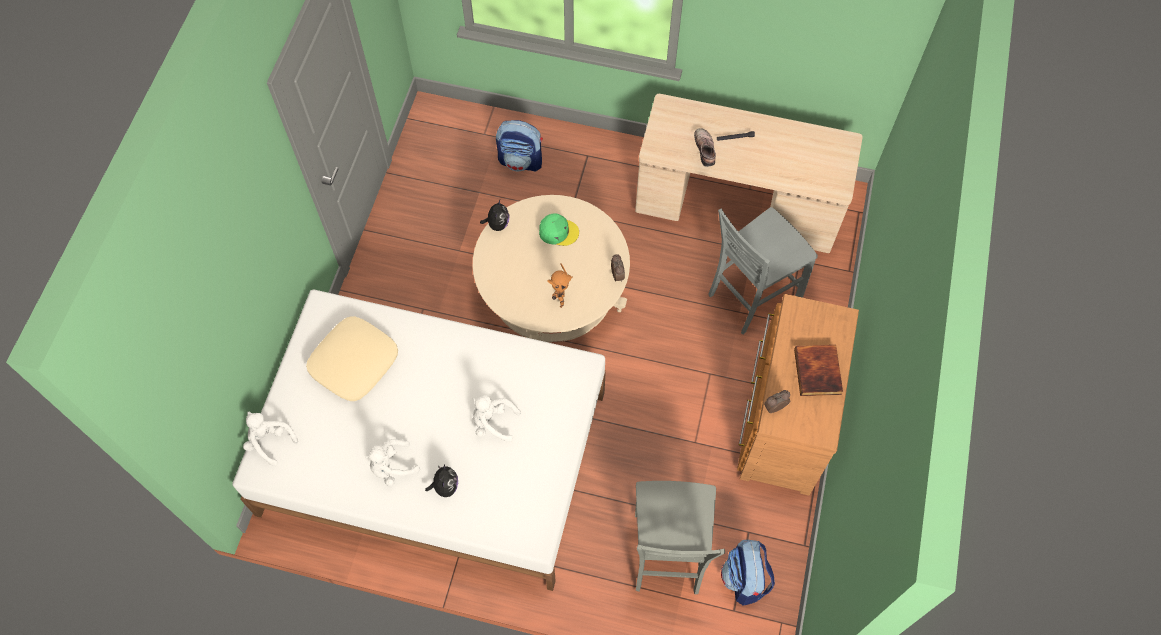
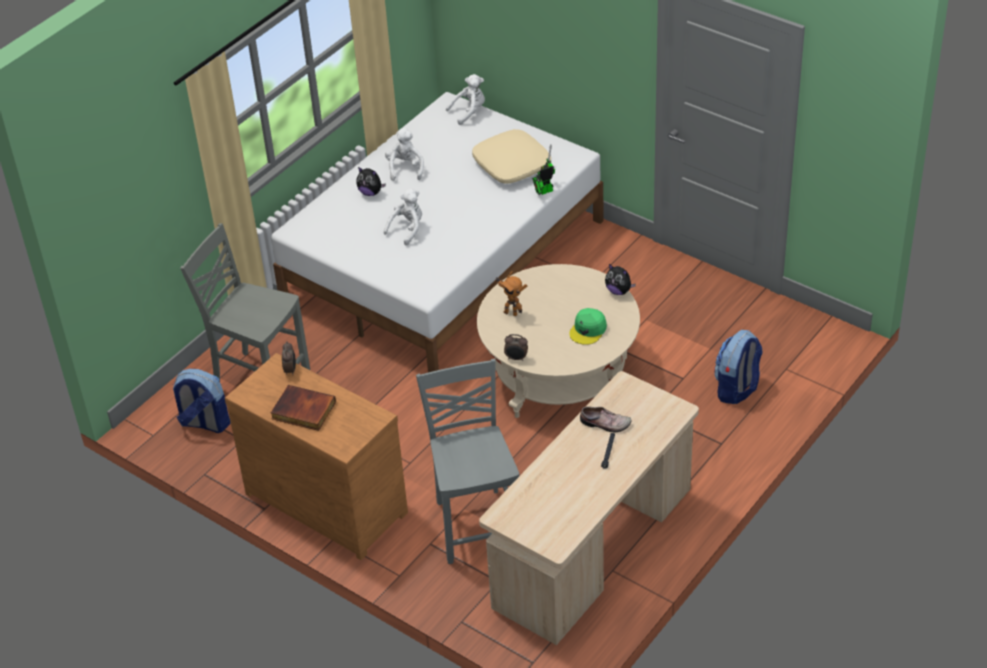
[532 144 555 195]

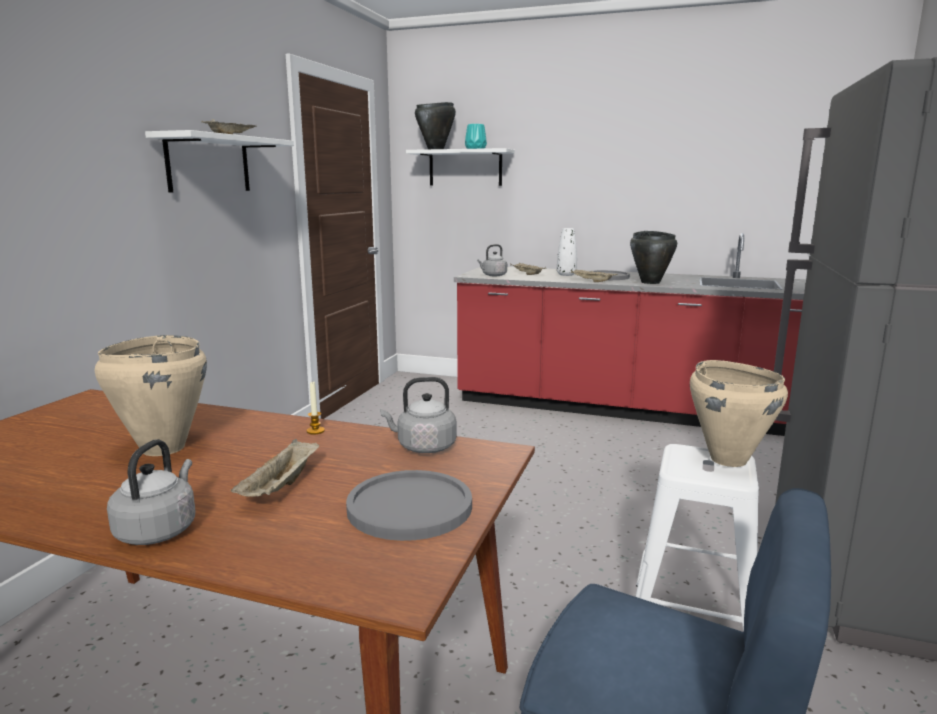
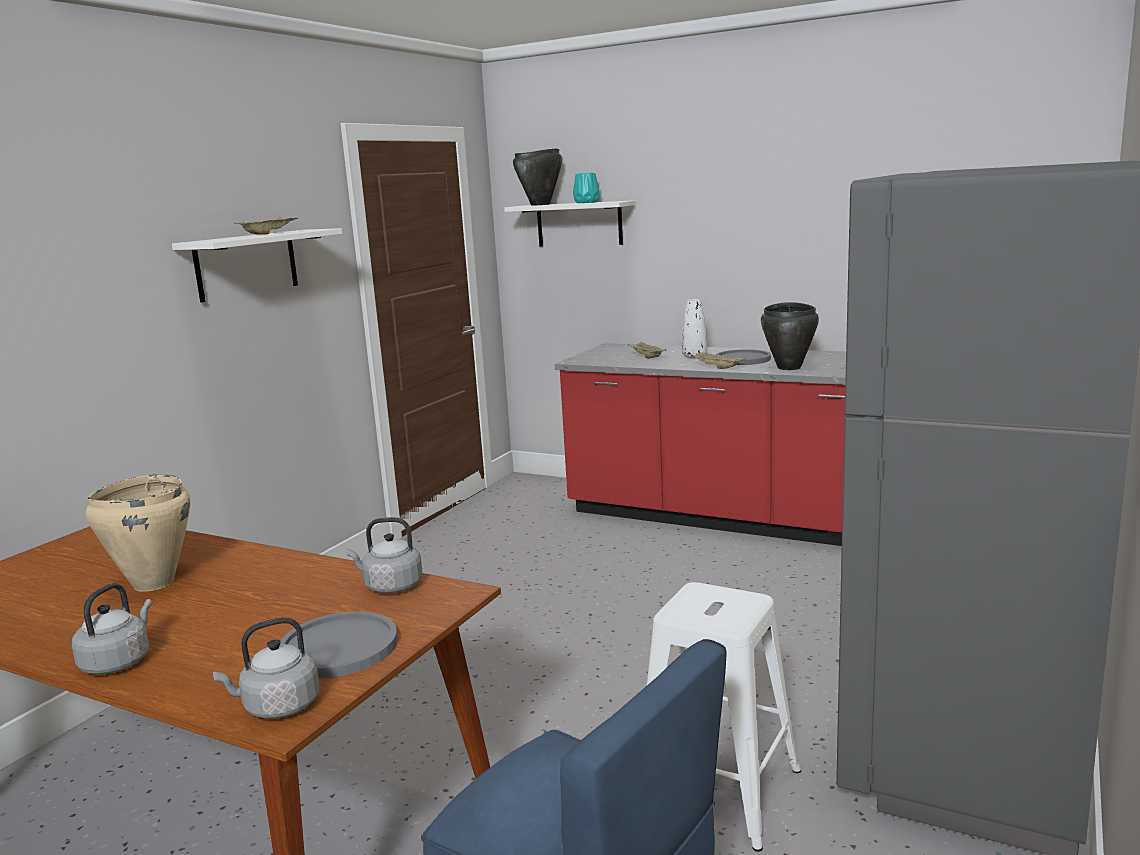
[231 439 319 497] (first image)
[307 381 325 434] (first image)
[690 360 788 467] (first image)
[213 617 320 719]

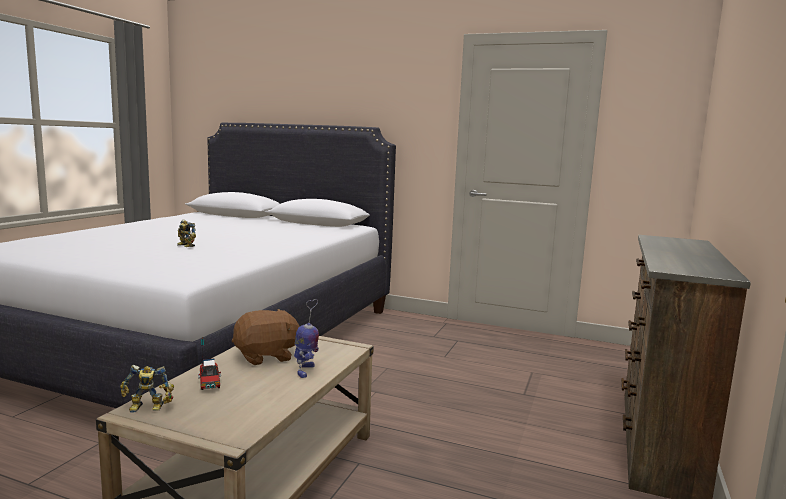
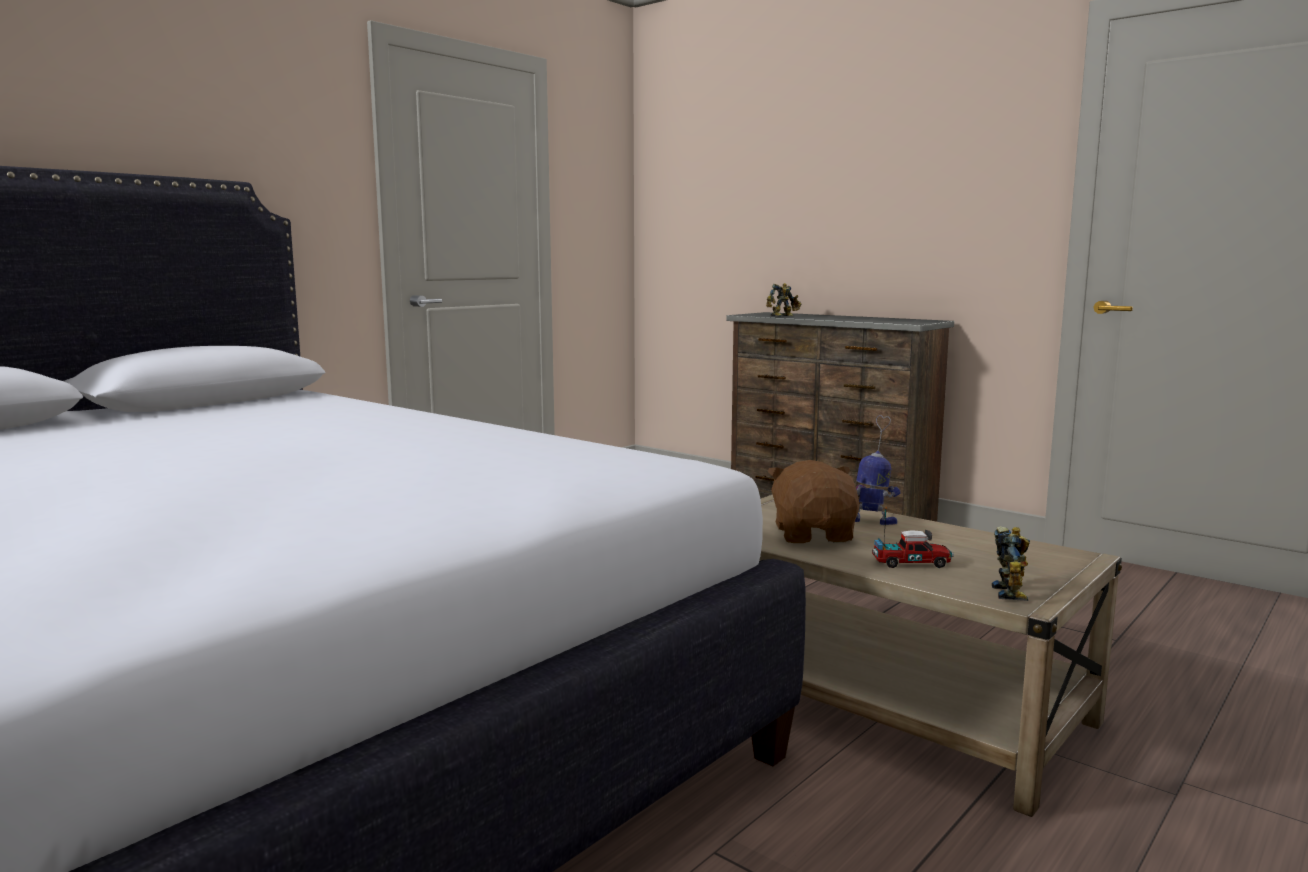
[766 283 801 317]

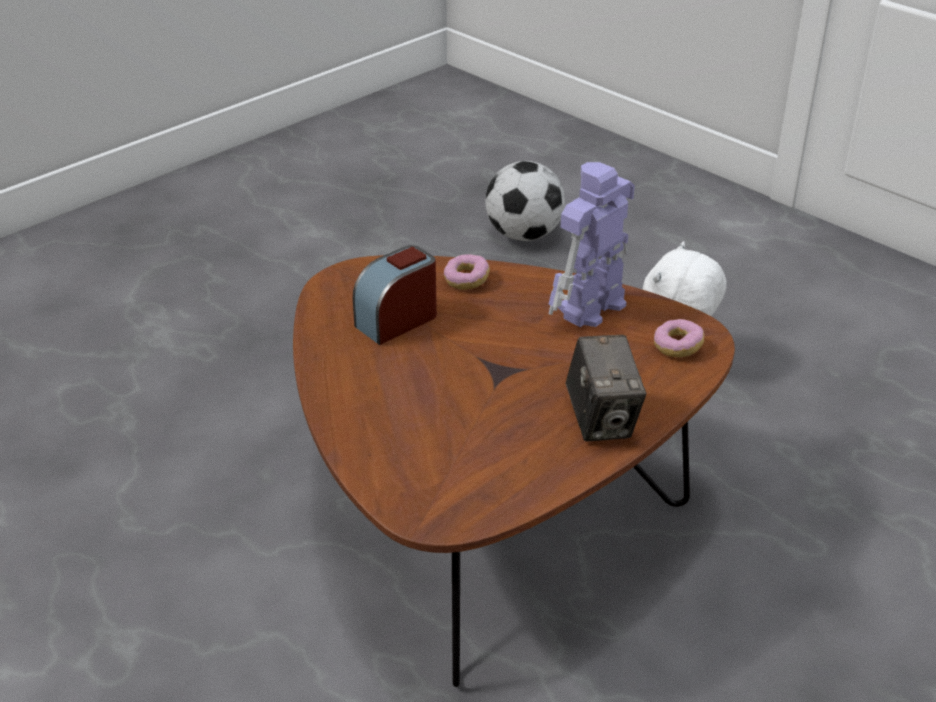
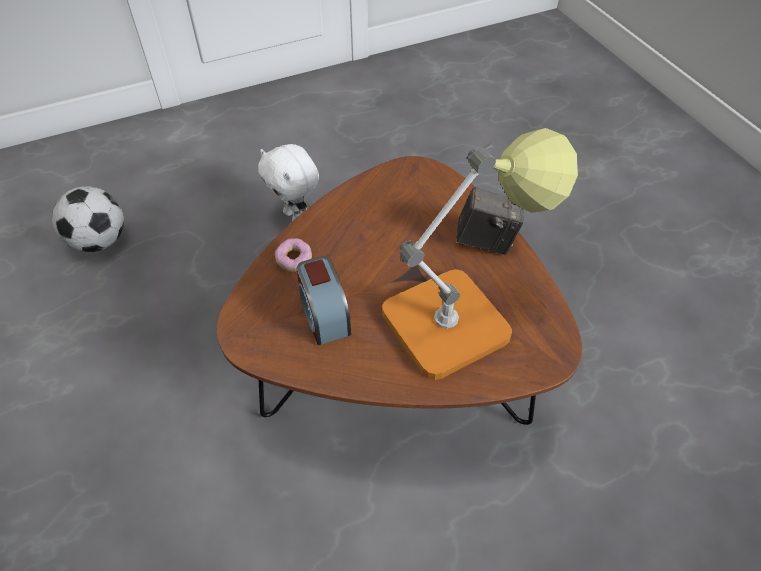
[548 162 635 327] (first image)
[654 319 704 357] (first image)
[382 128 578 380]

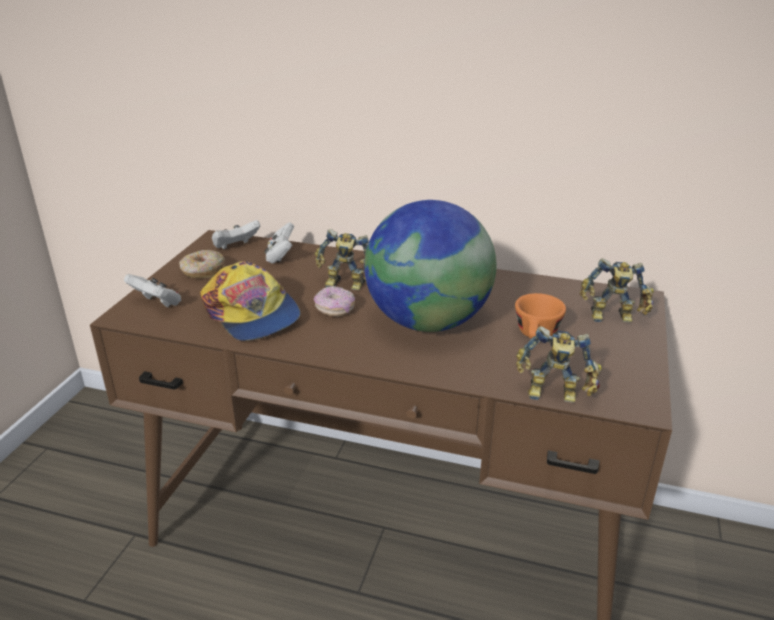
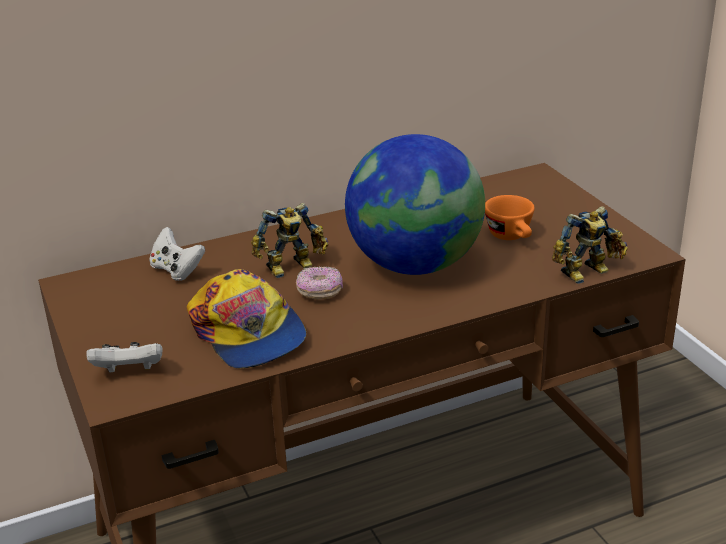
[179 250 225 278] (first image)
[212 220 260 250] (first image)
[580 258 654 322] (first image)
[187 269 306 368]

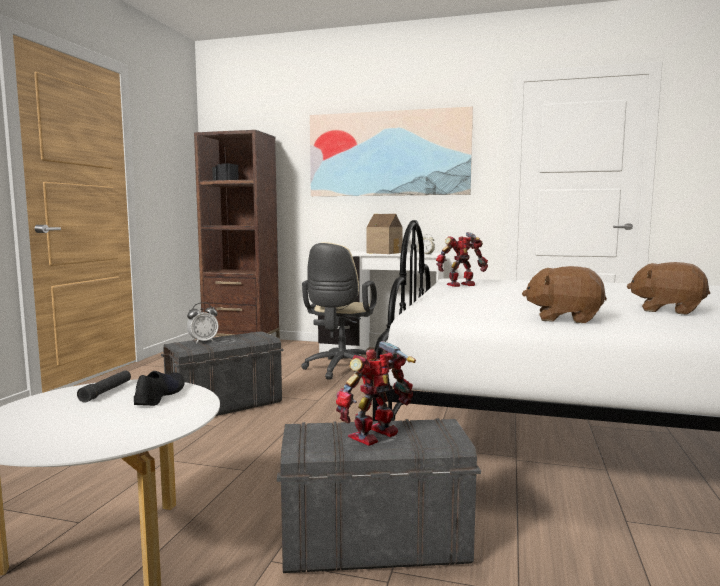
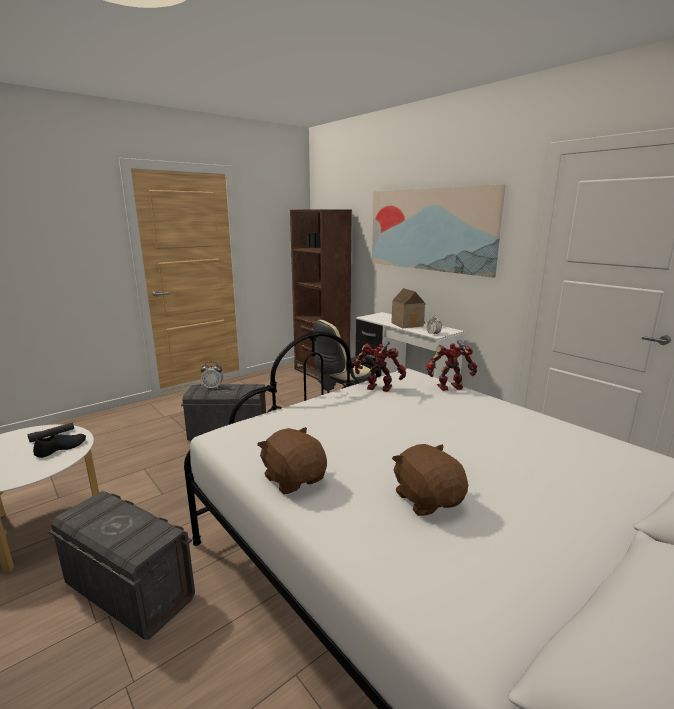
[426 340 477 391]

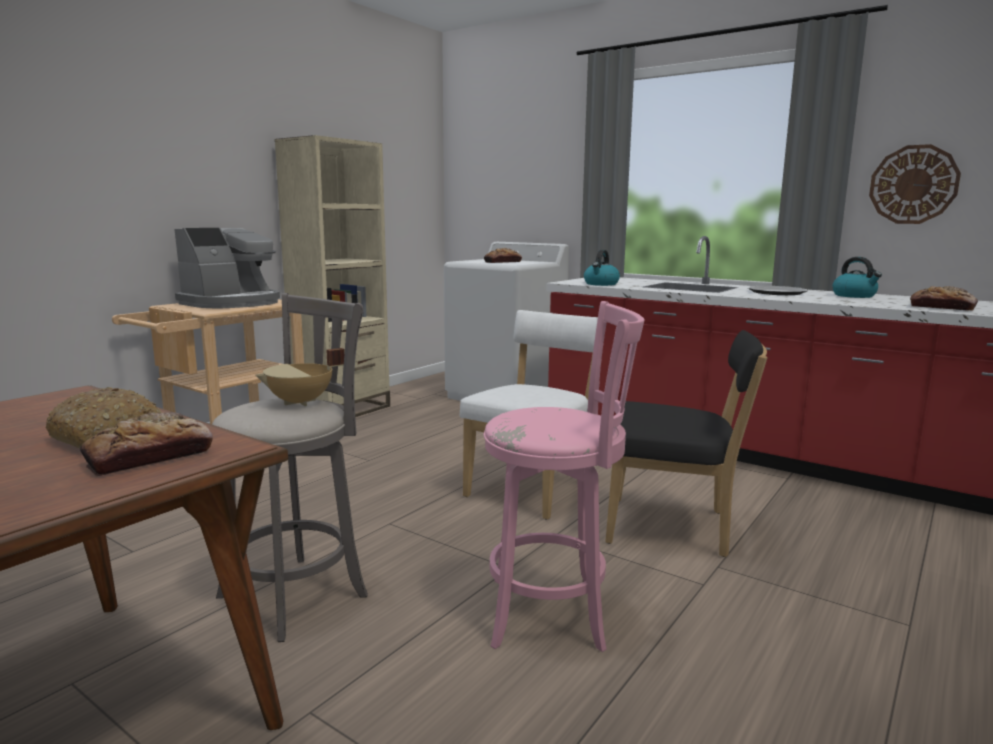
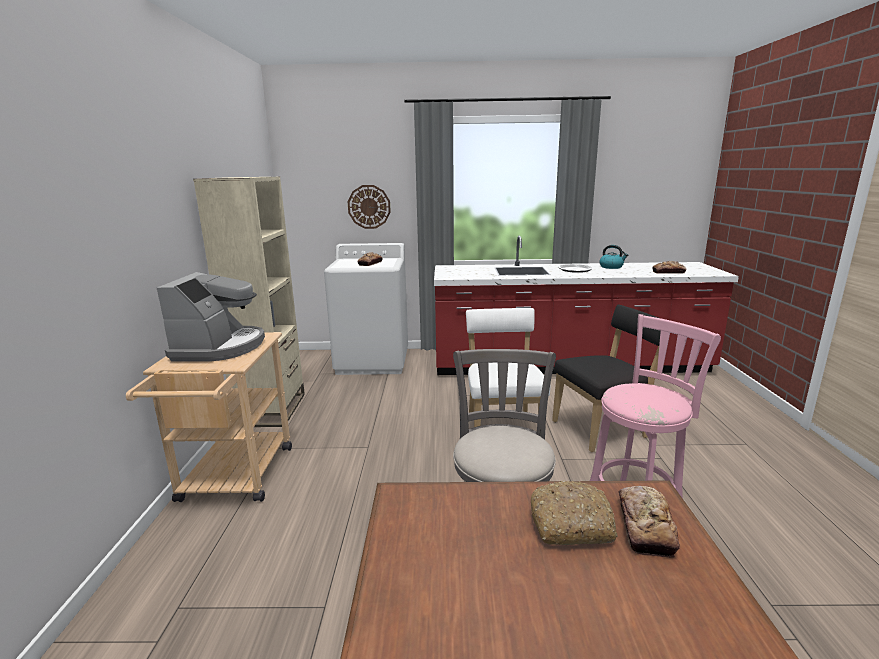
[255 348 344 406] (first image)
[584 250 620 286] (first image)
[348 185 391 229]

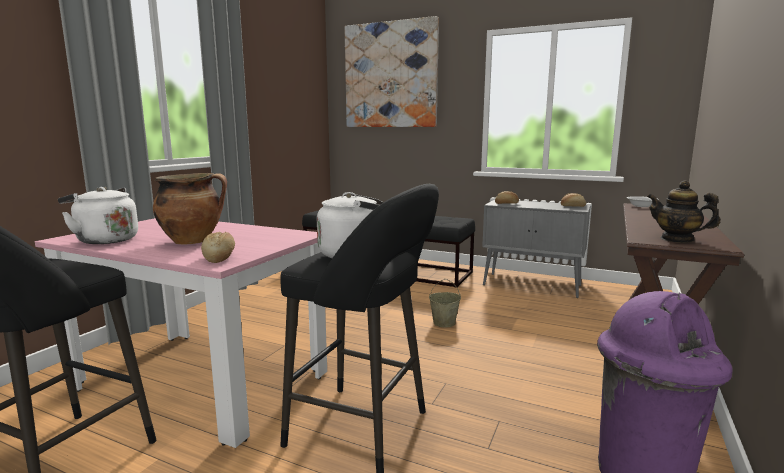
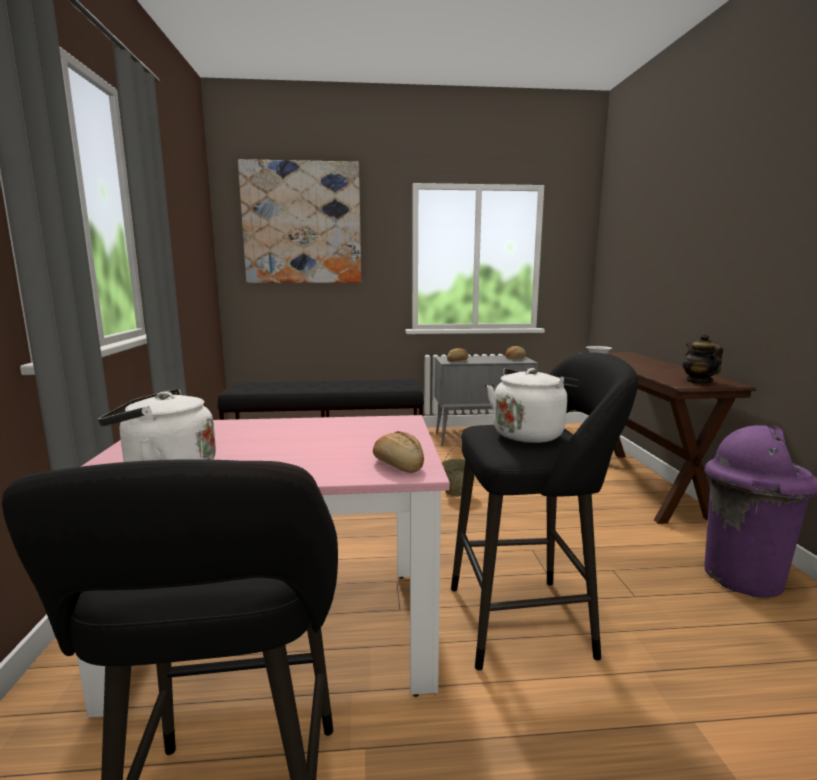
[153 173 227 244] (first image)
[682 334 723 384]

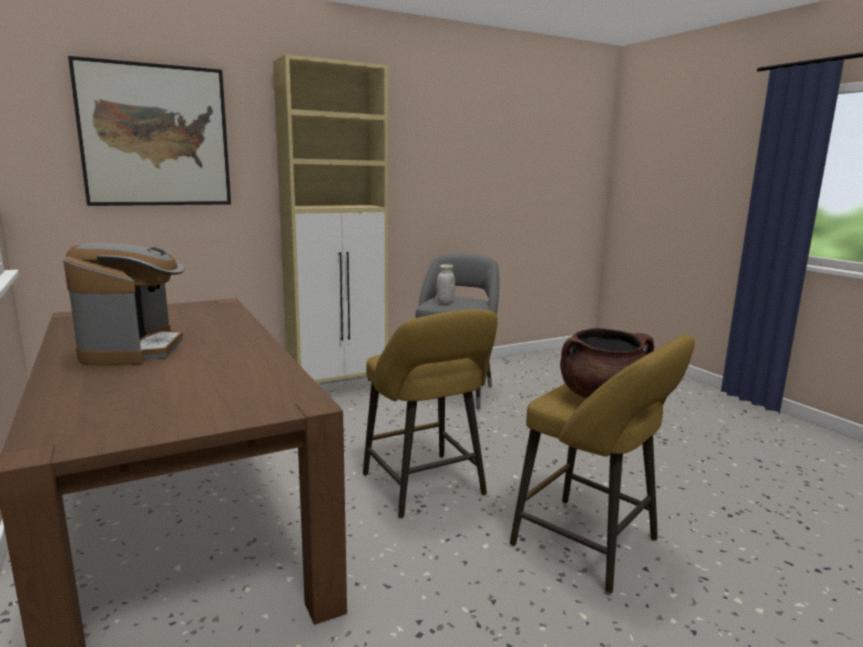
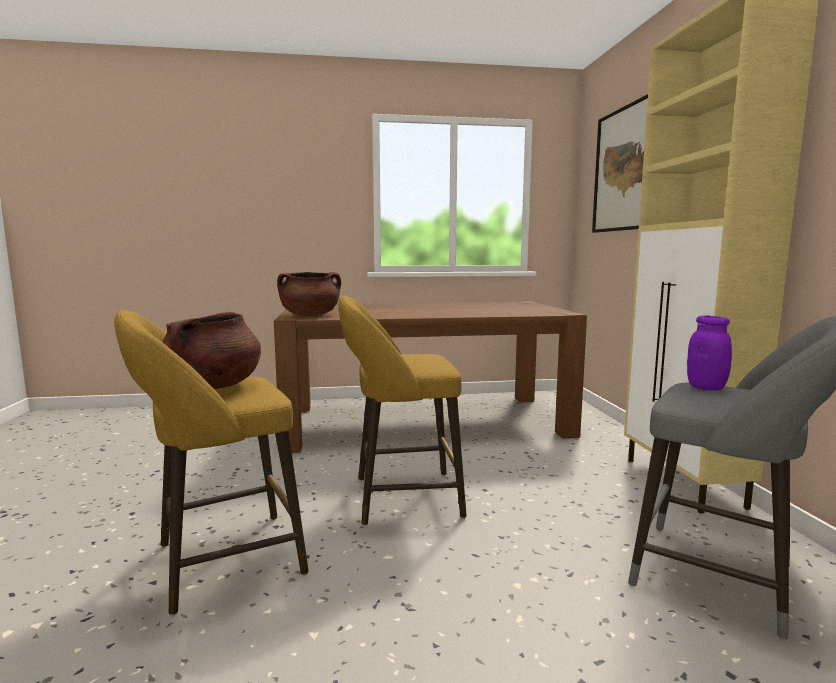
[63 243 184 365] (first image)
[277 272 341 316]
[687 315 732 390]

